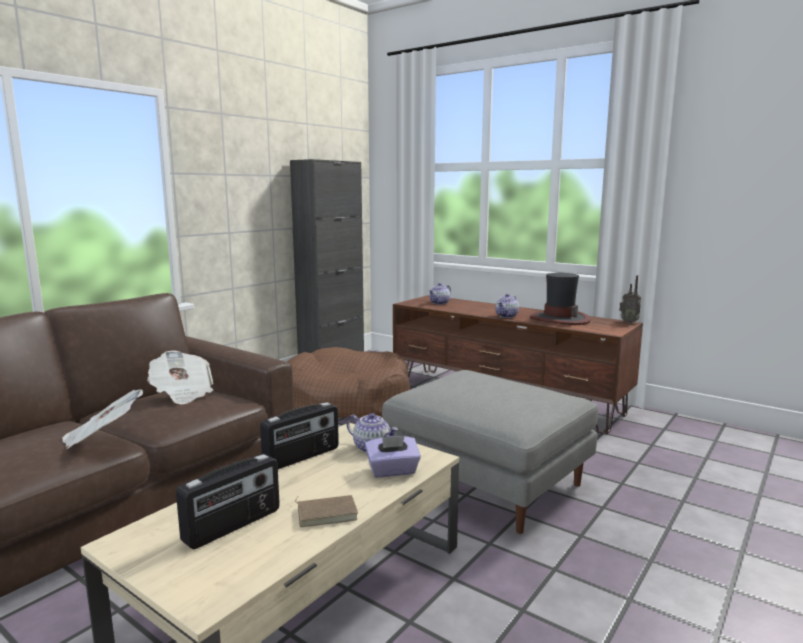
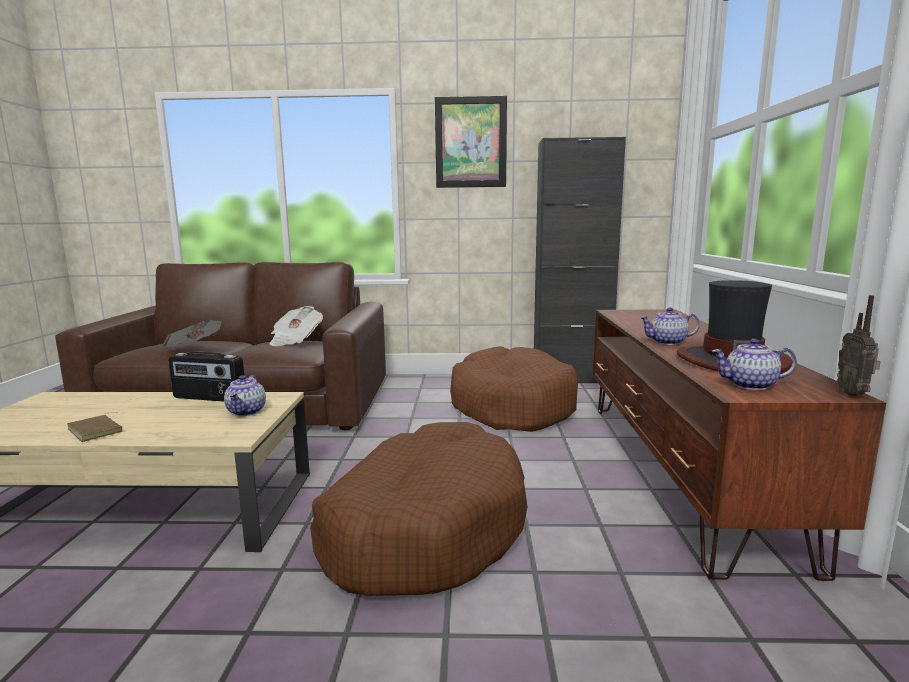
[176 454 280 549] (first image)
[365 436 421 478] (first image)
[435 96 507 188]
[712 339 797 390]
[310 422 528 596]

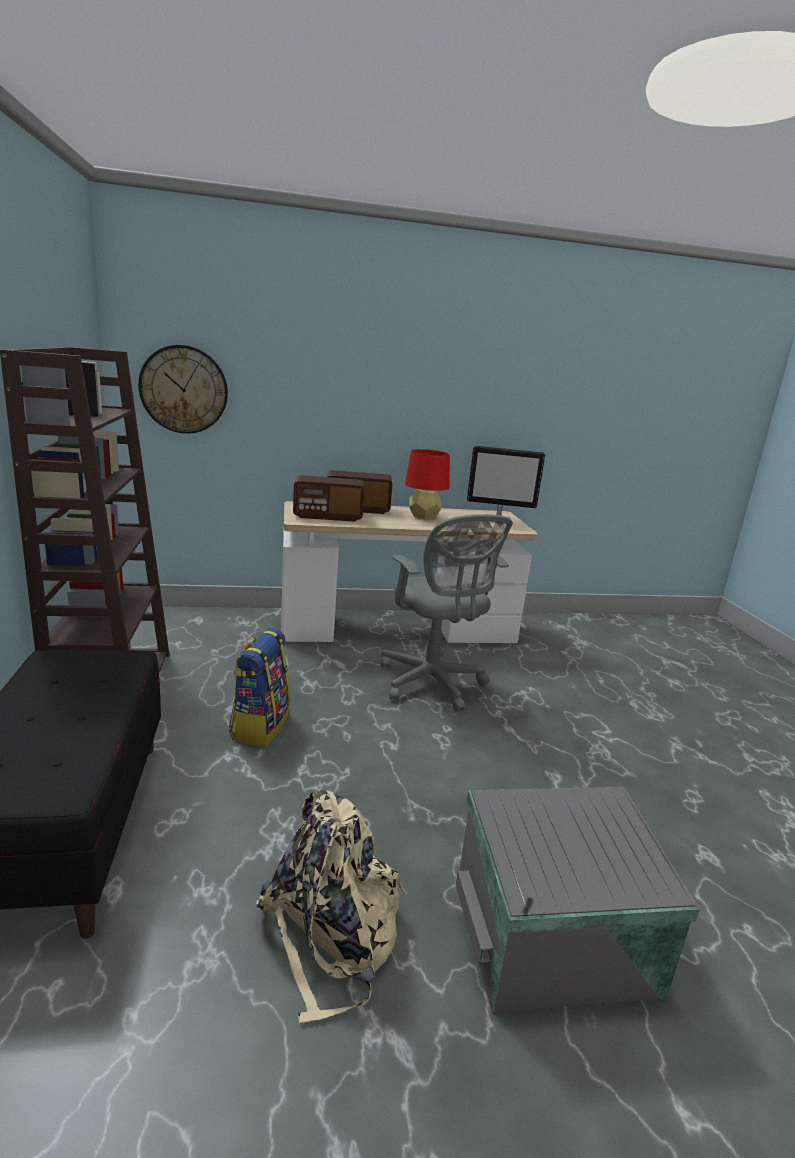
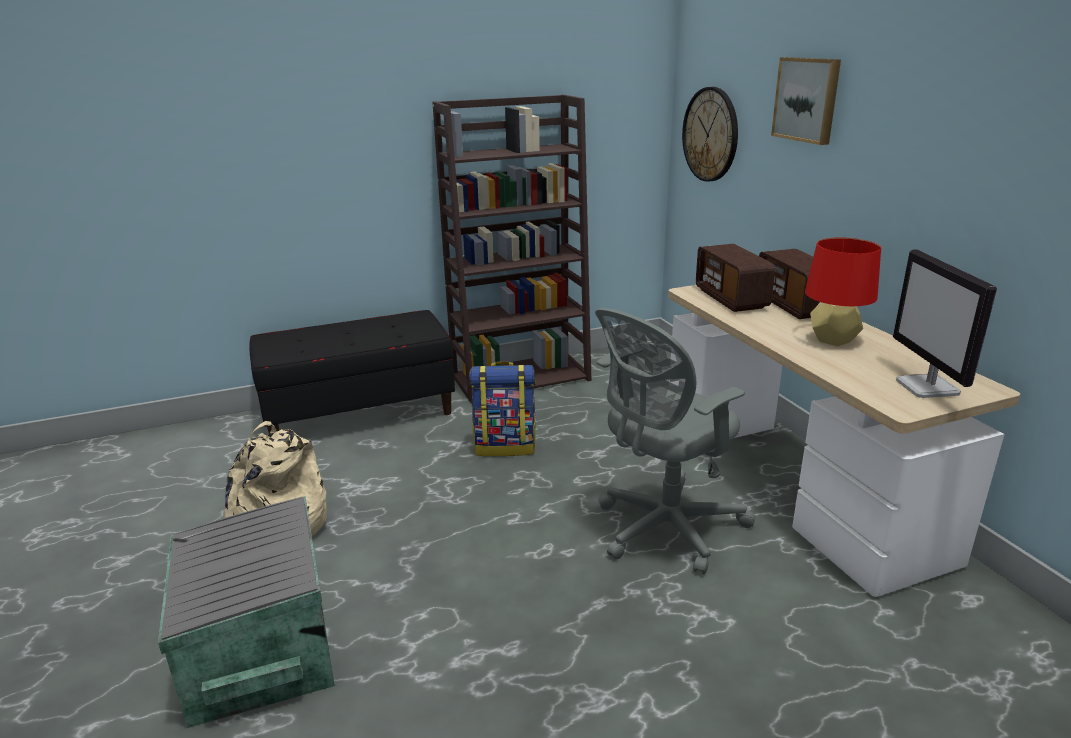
[771 57 841 145]

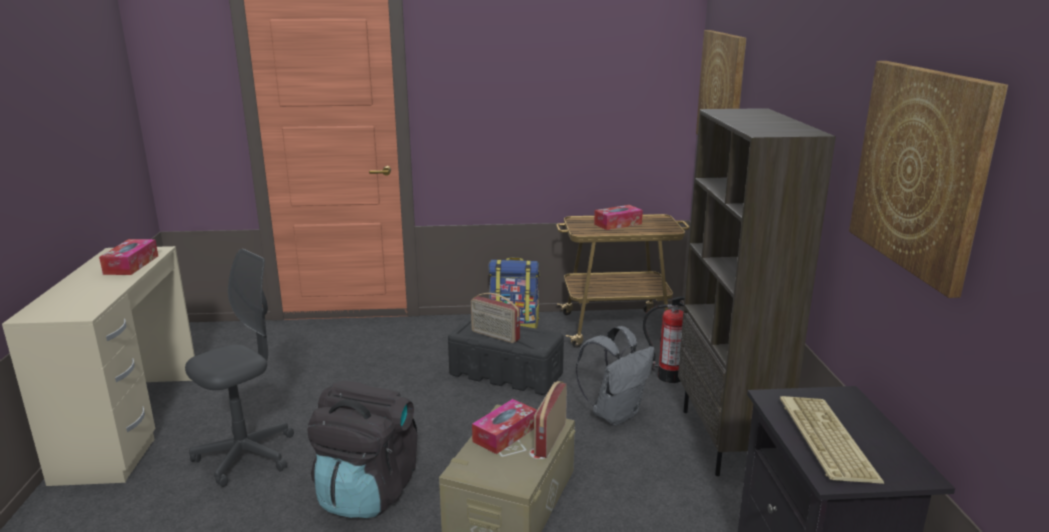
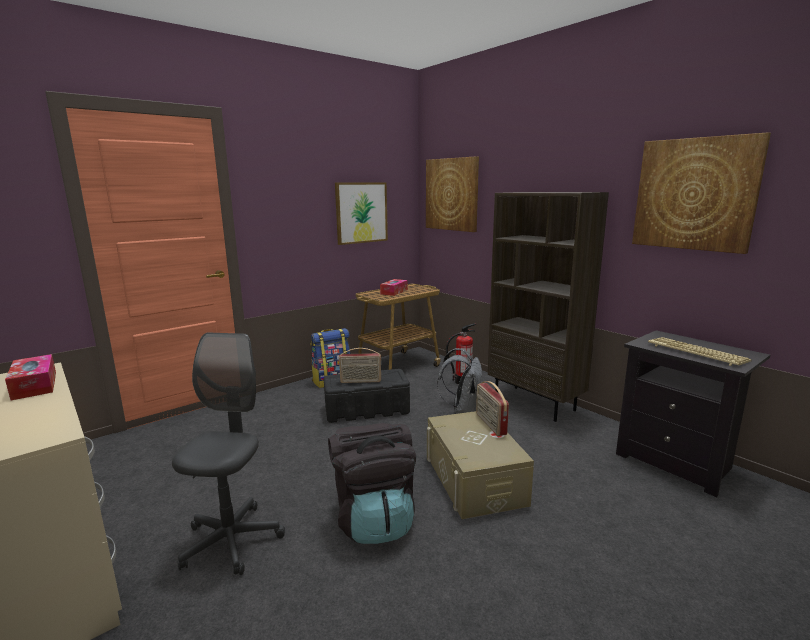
[472 399 537 454] (first image)
[335 182 388 245]

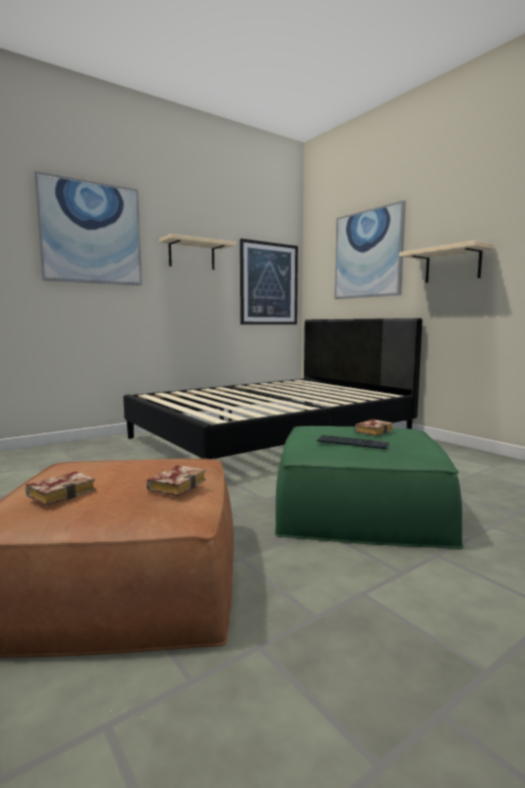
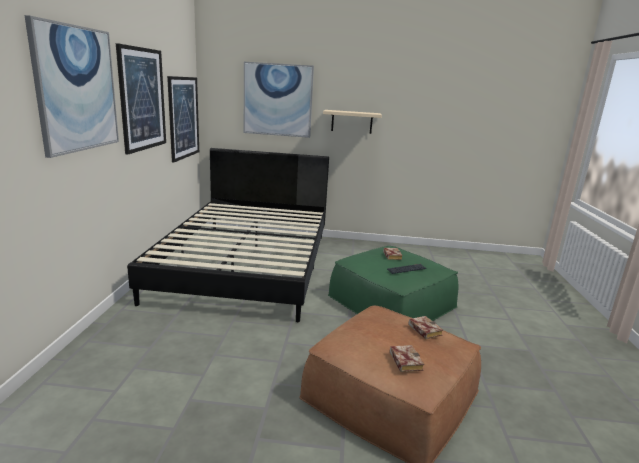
[116 43 166 154]

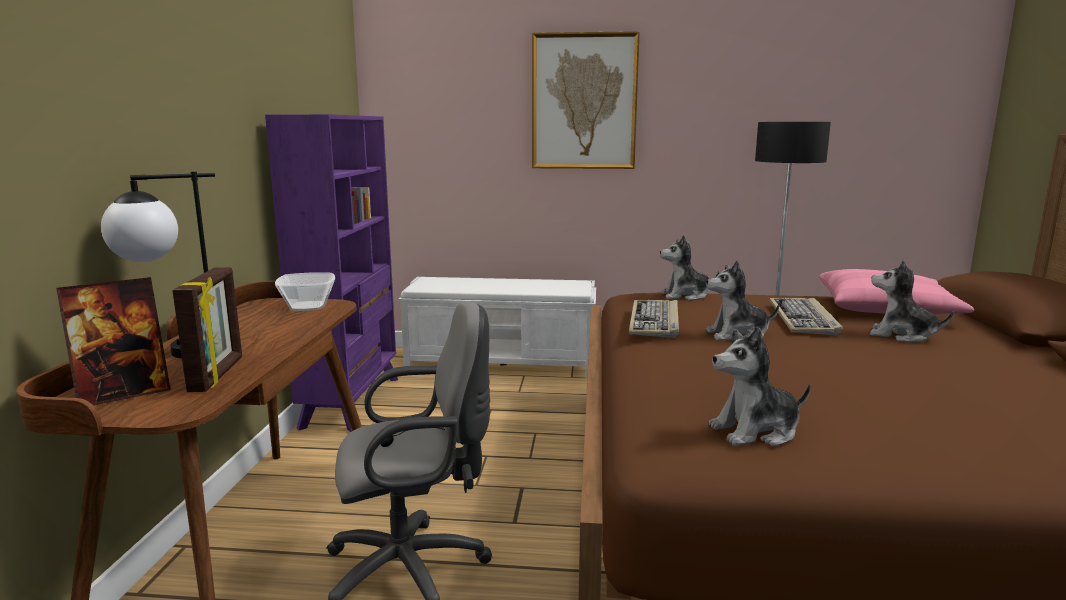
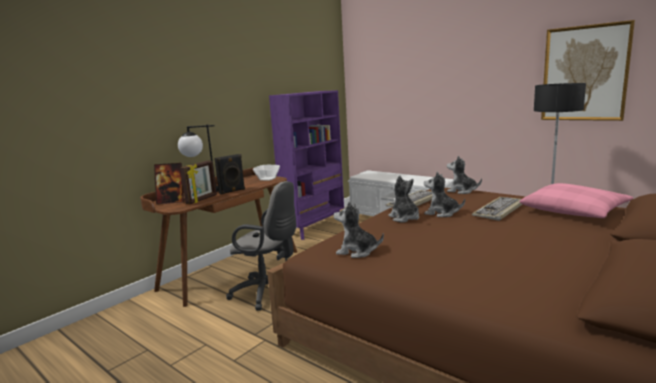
[215 154 245 195]
[541 20 635 121]
[388 175 419 223]

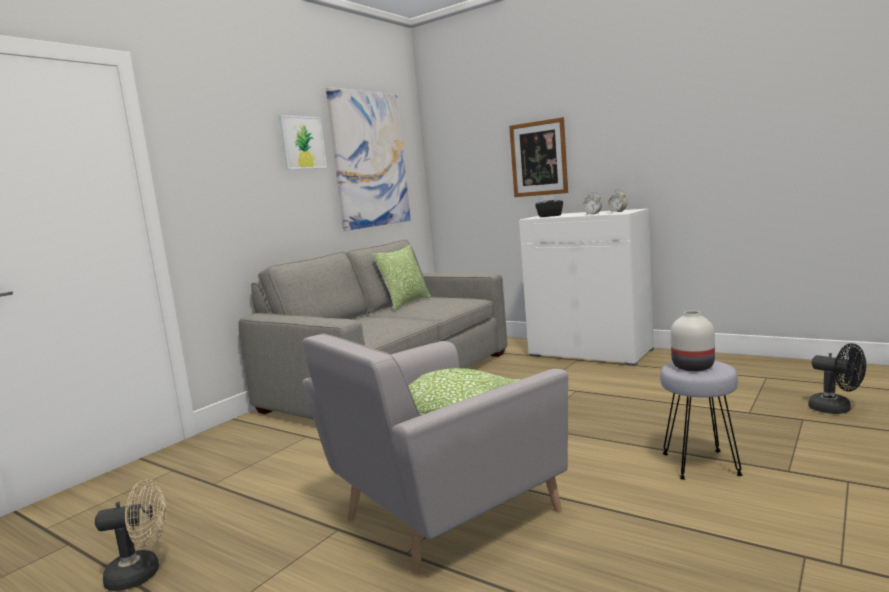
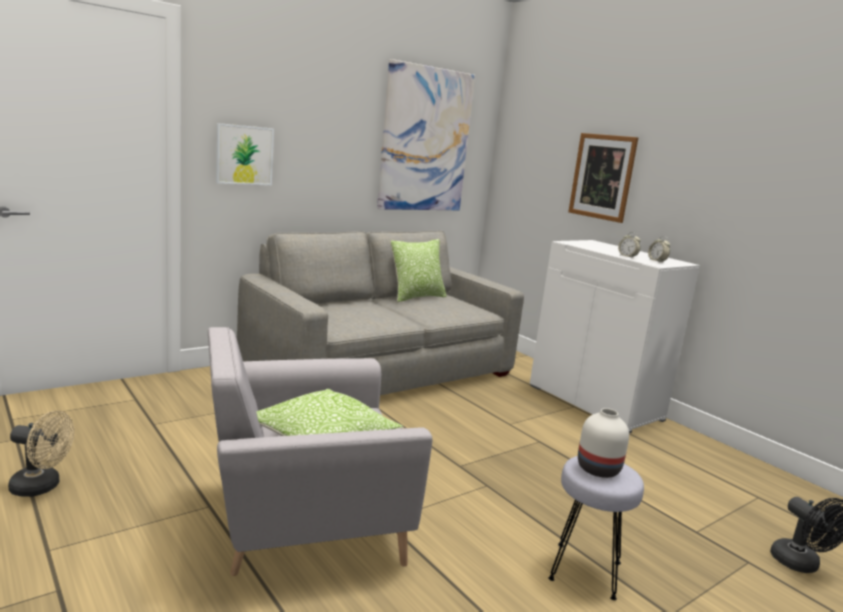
[536 195 563 217] (first image)
[216 123 274 185]

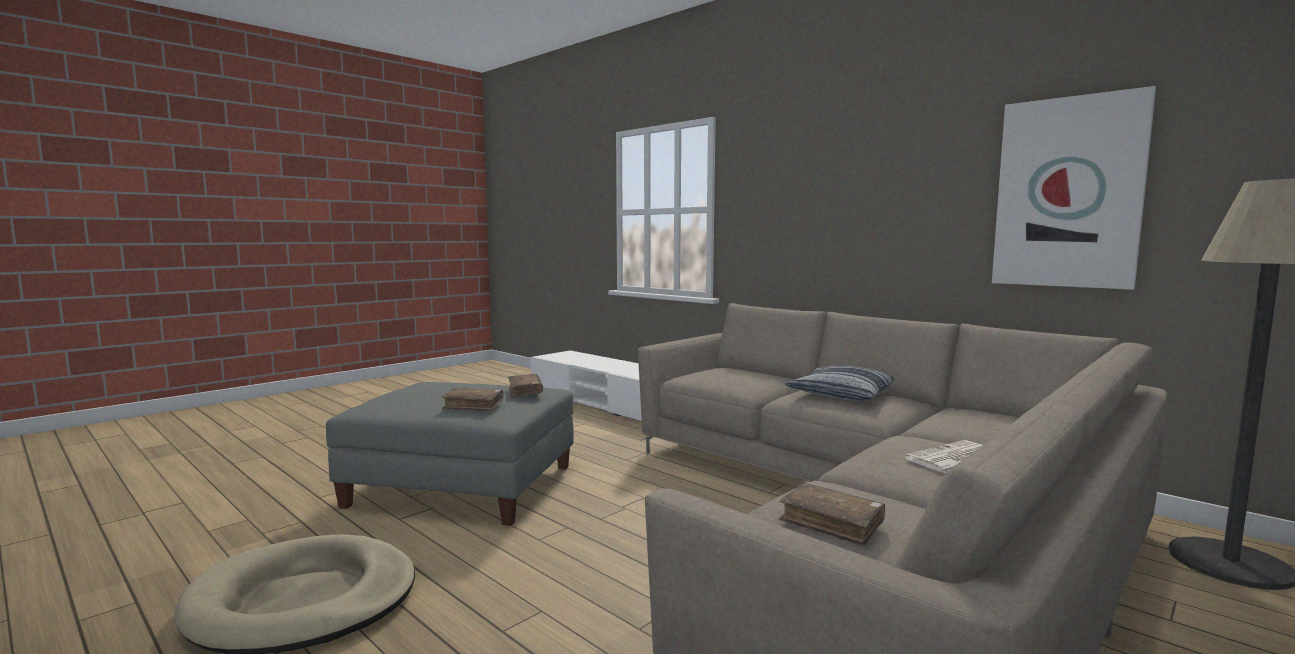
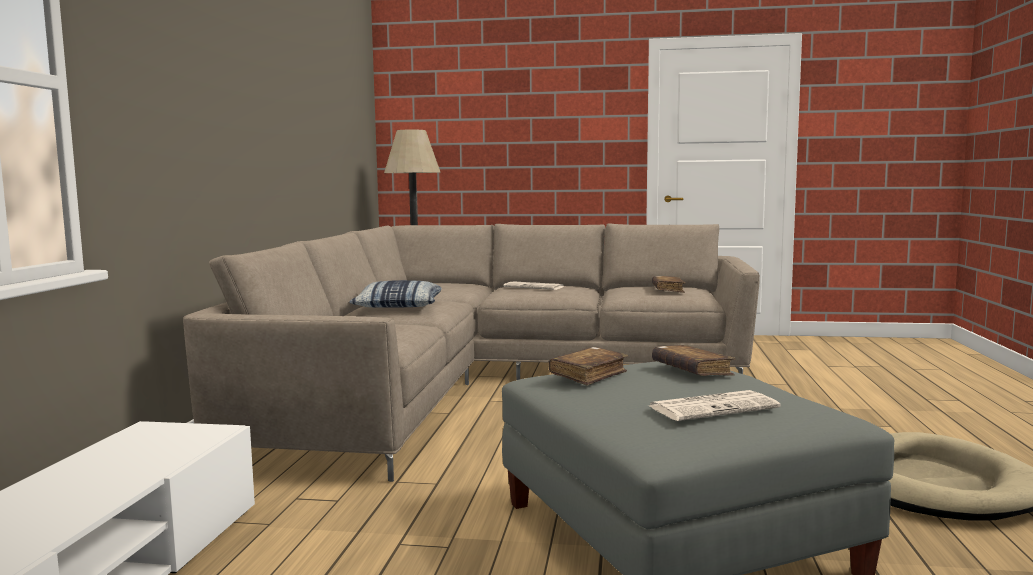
[992 86 1156 290] (first image)
[649 390 780 421]

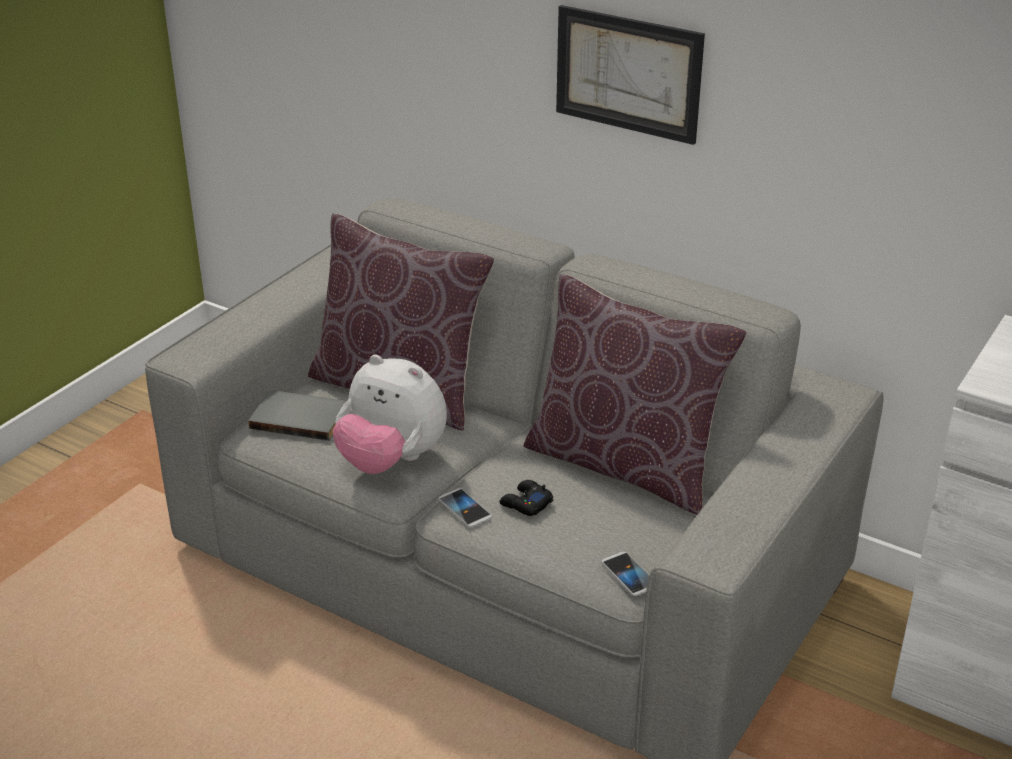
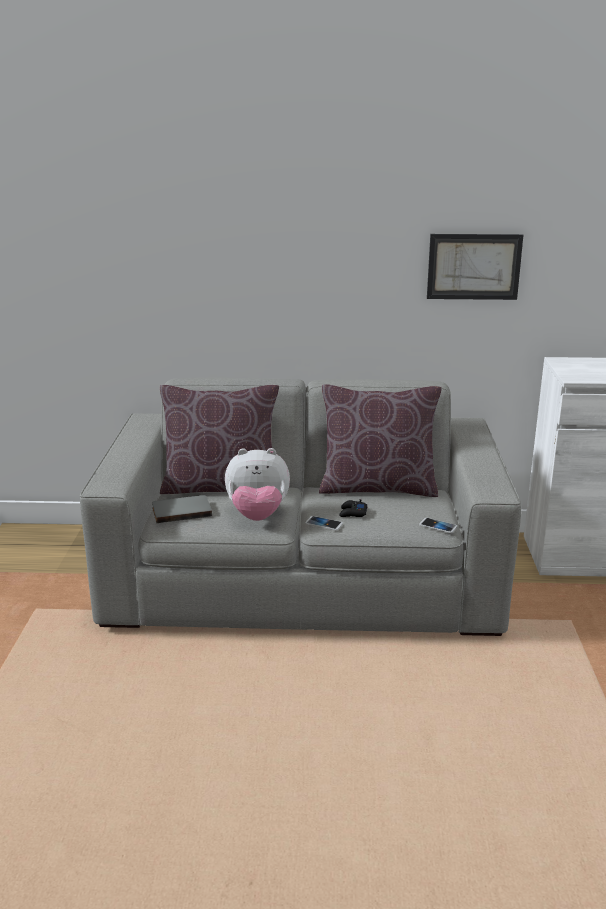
[427 234 523 300]

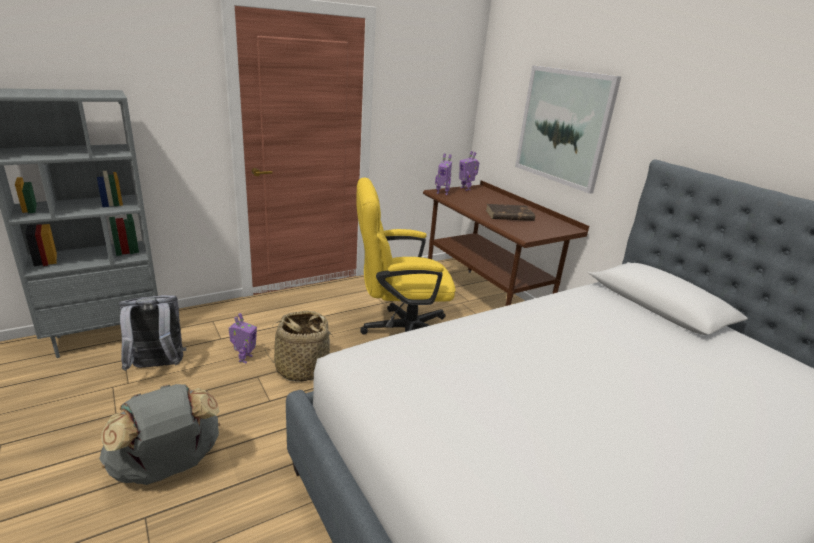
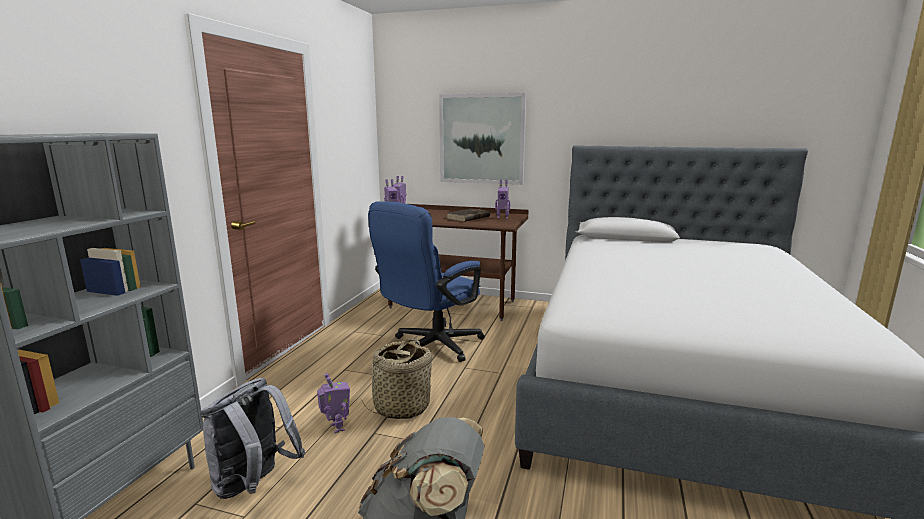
[495 180 510 219]
[368 201 485 362]

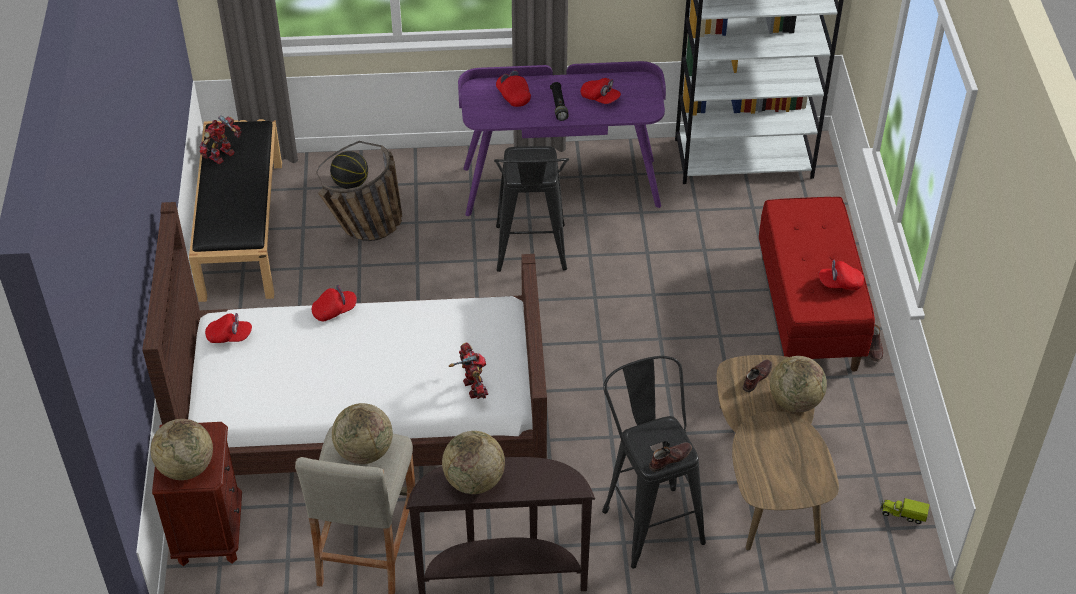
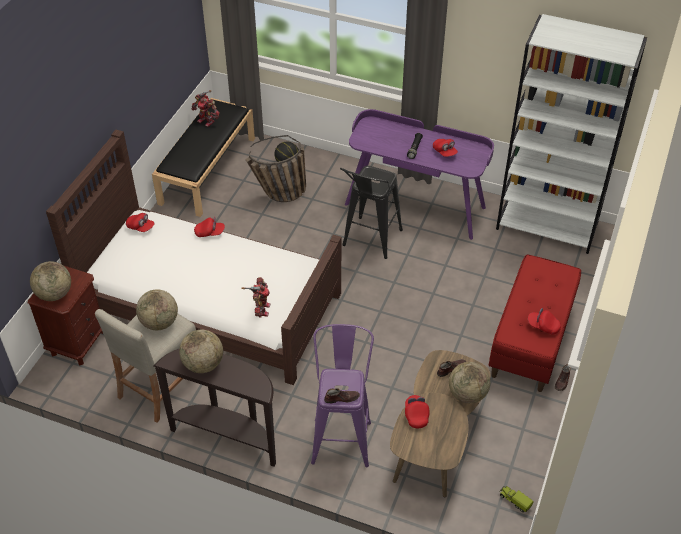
[405 395 430 428]
[311 324 374 467]
[191 90 220 127]

